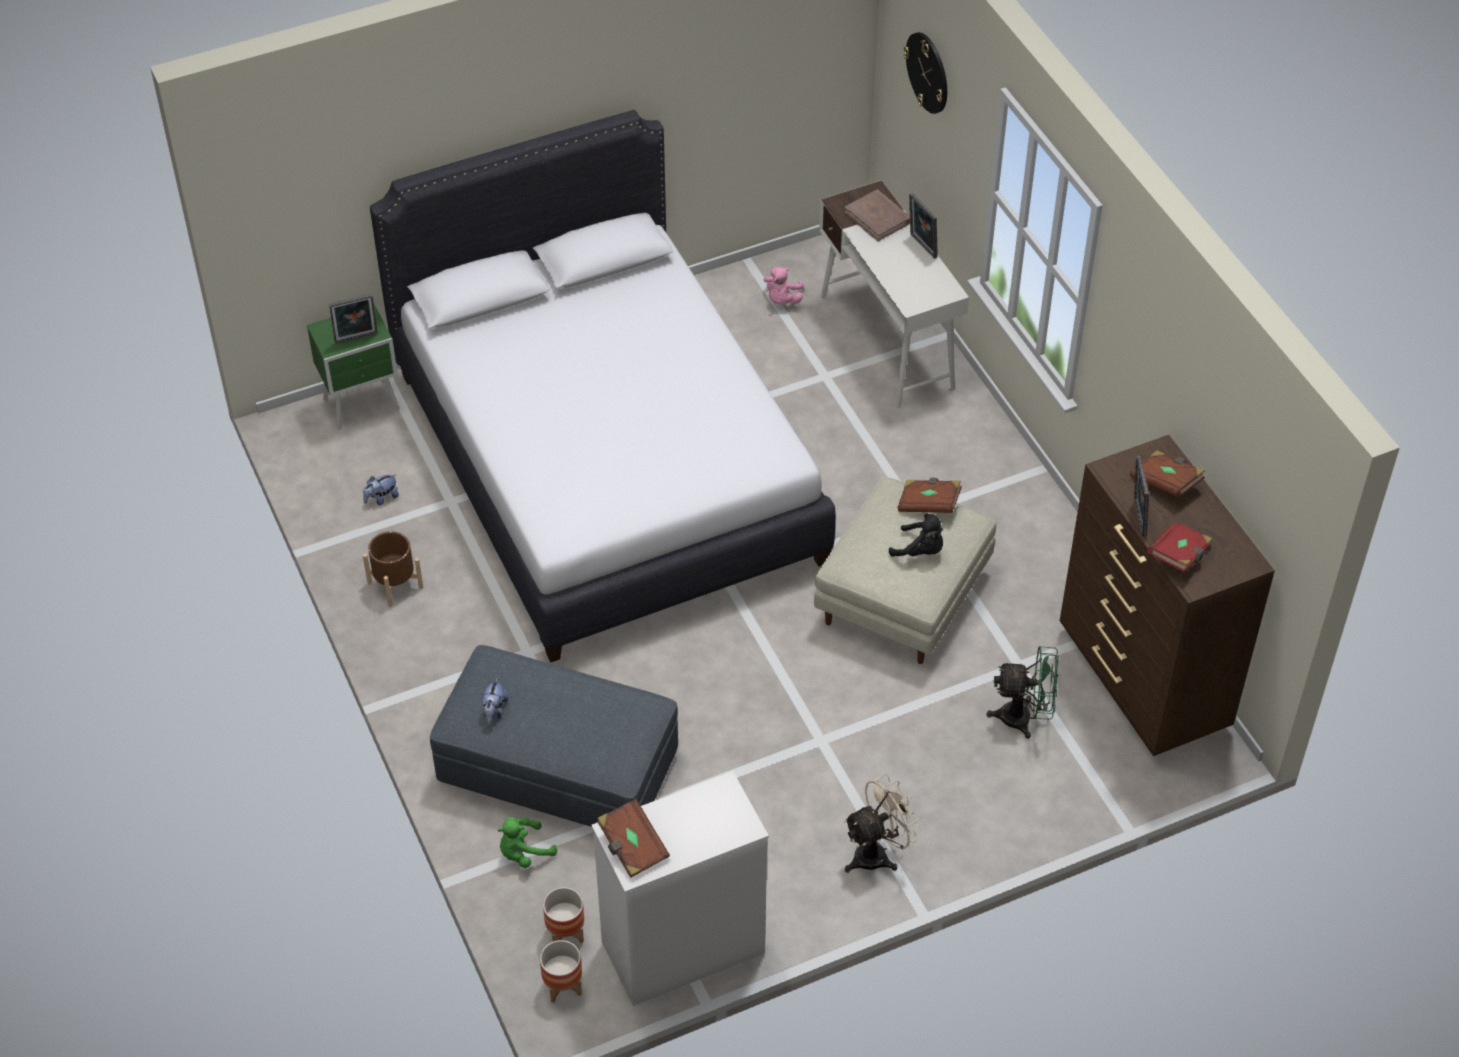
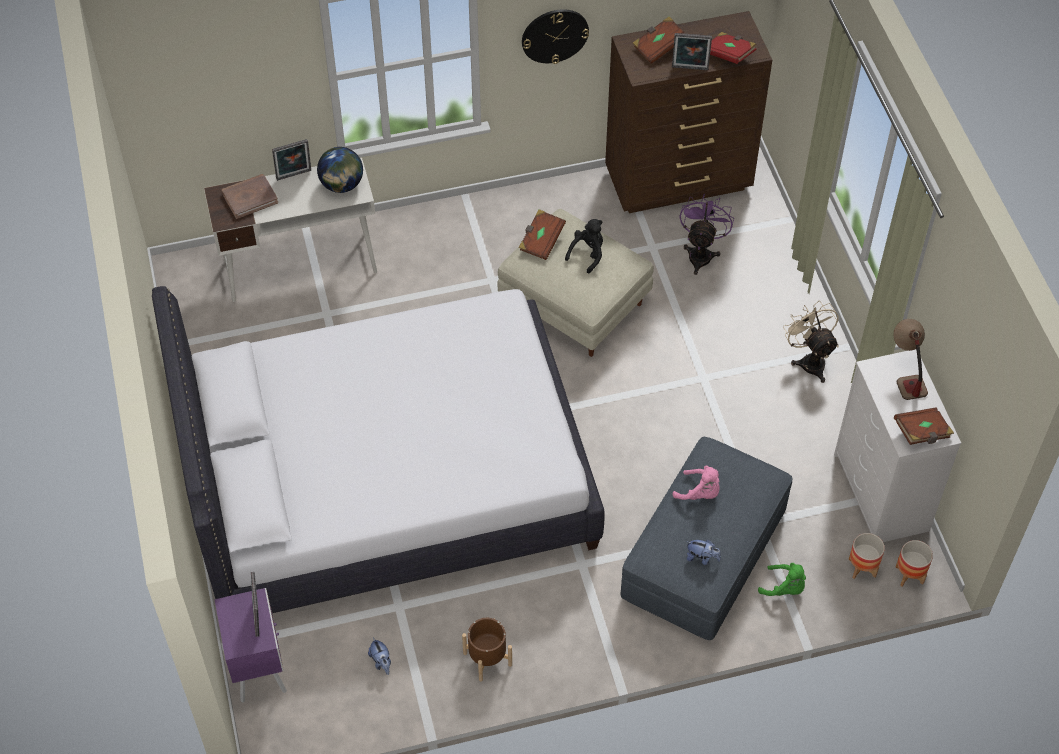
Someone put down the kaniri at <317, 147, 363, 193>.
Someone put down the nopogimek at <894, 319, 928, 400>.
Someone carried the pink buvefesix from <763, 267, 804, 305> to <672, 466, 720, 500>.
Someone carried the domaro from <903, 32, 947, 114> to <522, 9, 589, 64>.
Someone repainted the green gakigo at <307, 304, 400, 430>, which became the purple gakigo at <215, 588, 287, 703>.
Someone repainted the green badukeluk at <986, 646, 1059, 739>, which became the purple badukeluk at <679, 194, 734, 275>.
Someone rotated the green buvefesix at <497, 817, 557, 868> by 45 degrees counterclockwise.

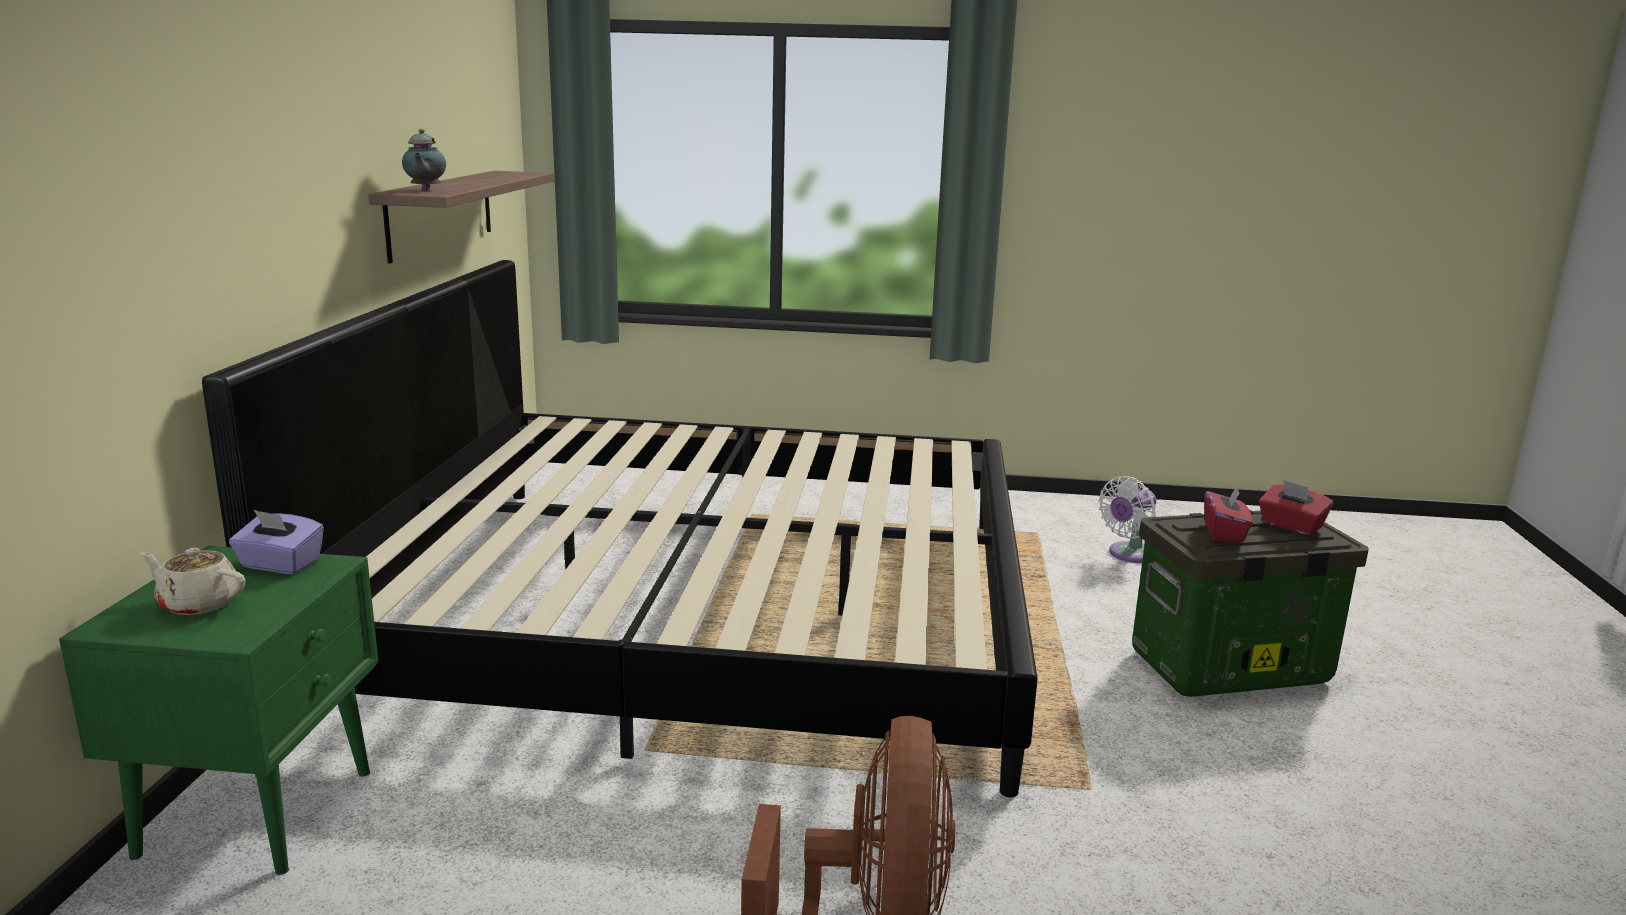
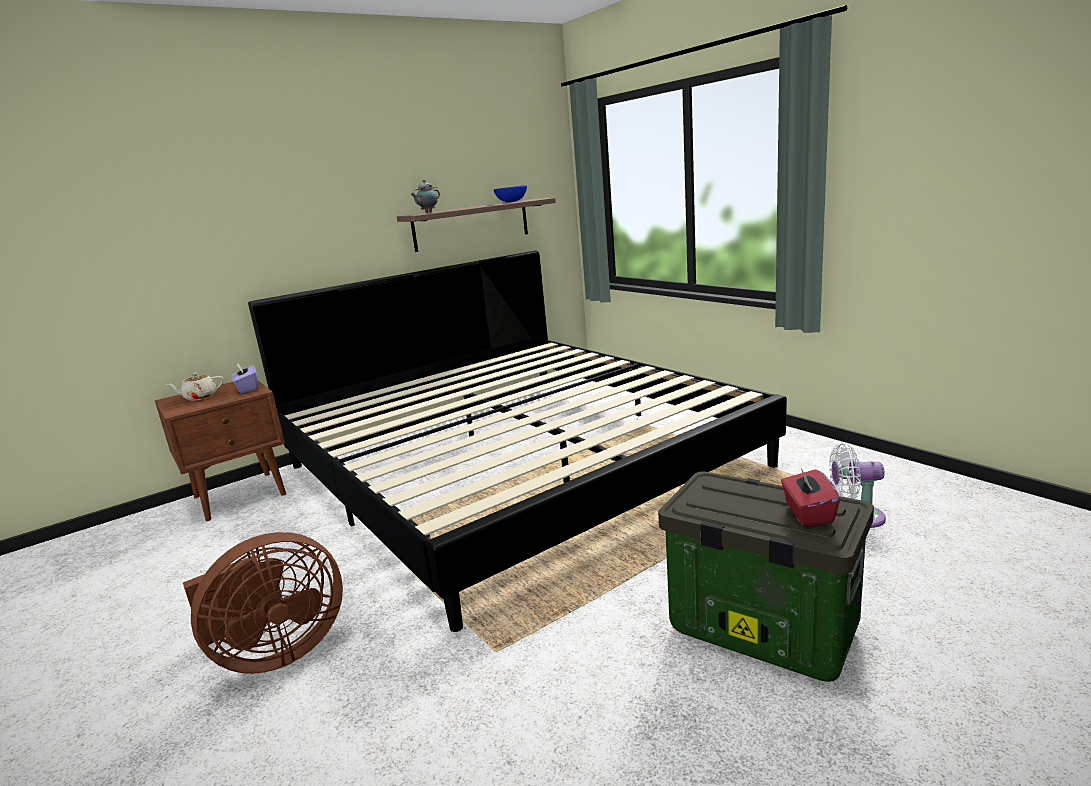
Someone took away the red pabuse at <1204, 486, 1253, 543>.
Someone put down the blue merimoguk at <494, 185, 527, 202>.
Someone repainted the green gakigo at <59, 546, 379, 875>, which became the brown gakigo at <155, 381, 286, 521>.
Someone rotated the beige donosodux at <140, 548, 245, 615> by 90 degrees counterclockwise.

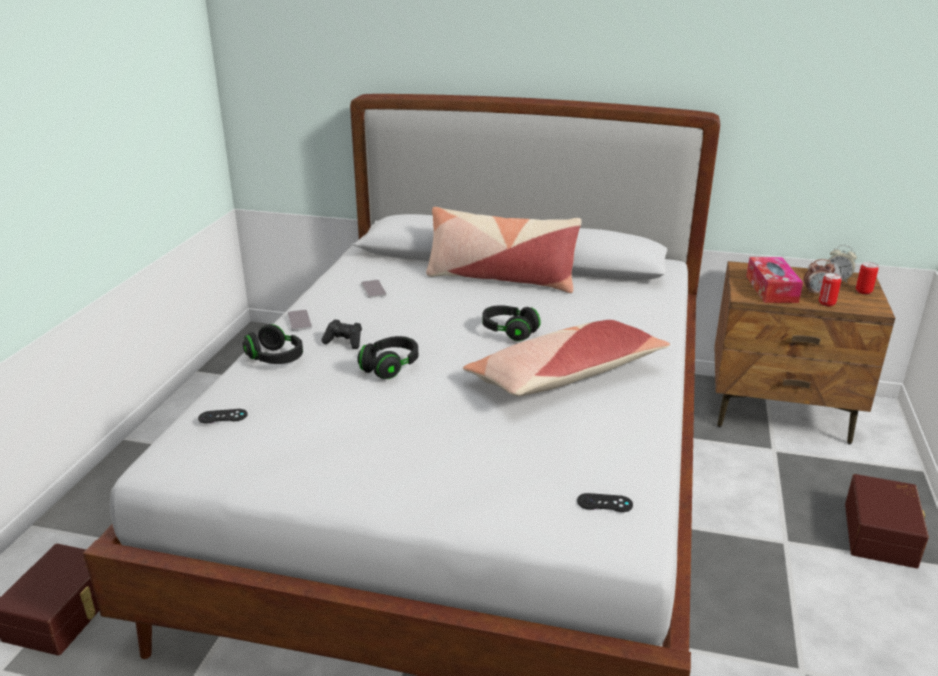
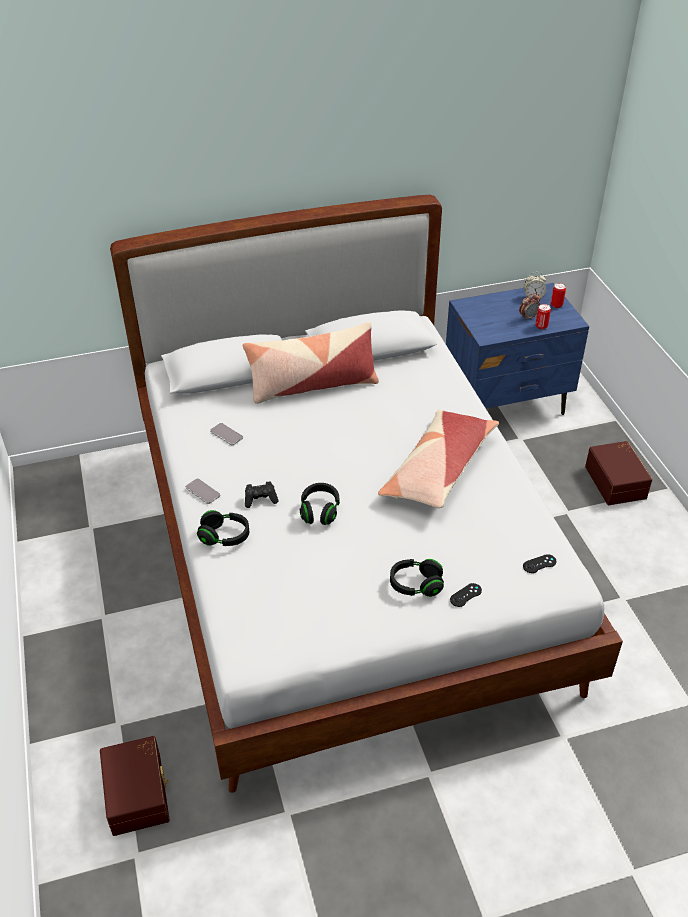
Someone took away the pabuse at <746, 257, 803, 303>.
Someone carried the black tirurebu from <198, 409, 248, 424> to <450, 583, 482, 607>.
Someone carried the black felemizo from <482, 305, 541, 341> to <390, 559, 444, 597>.
Someone repainted the brown gakigo at <714, 261, 895, 445>, which became the blue gakigo at <446, 283, 589, 415>.

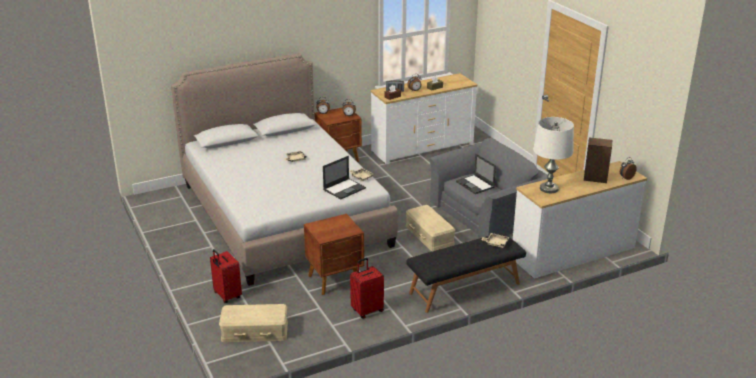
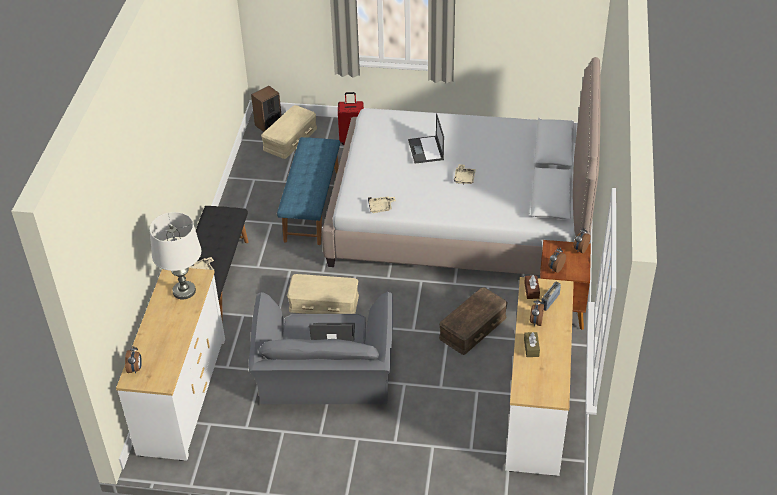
Someone took away the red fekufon at <350, 258, 384, 319>.
Someone put down the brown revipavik at <439, 287, 508, 355>.
Someone carried the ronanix from <323, 156, 366, 199> to <408, 113, 444, 163>.
Someone carried the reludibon from <584, 137, 612, 183> to <251, 86, 282, 132>.
Someone swapped the brown gakigo at <304, 214, 364, 295> for the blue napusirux at <277, 137, 340, 245>.

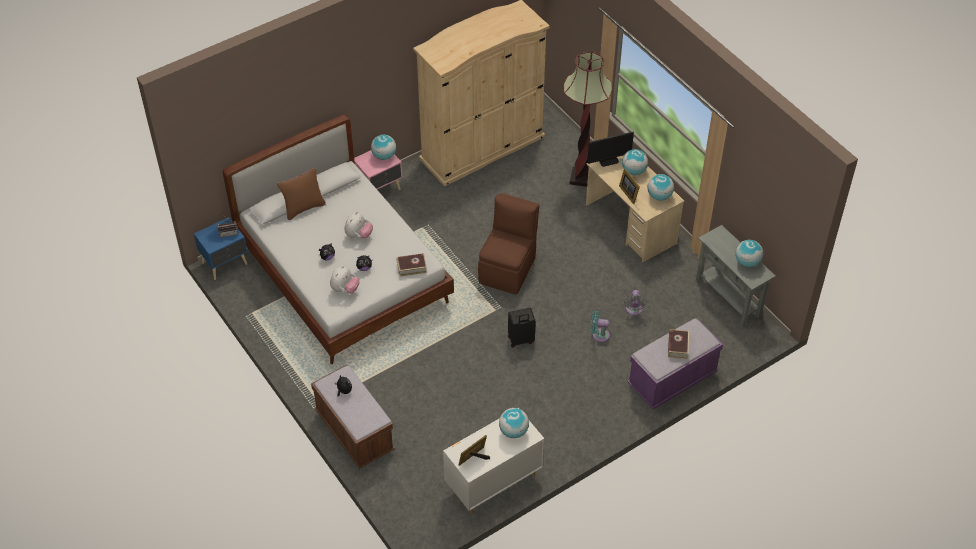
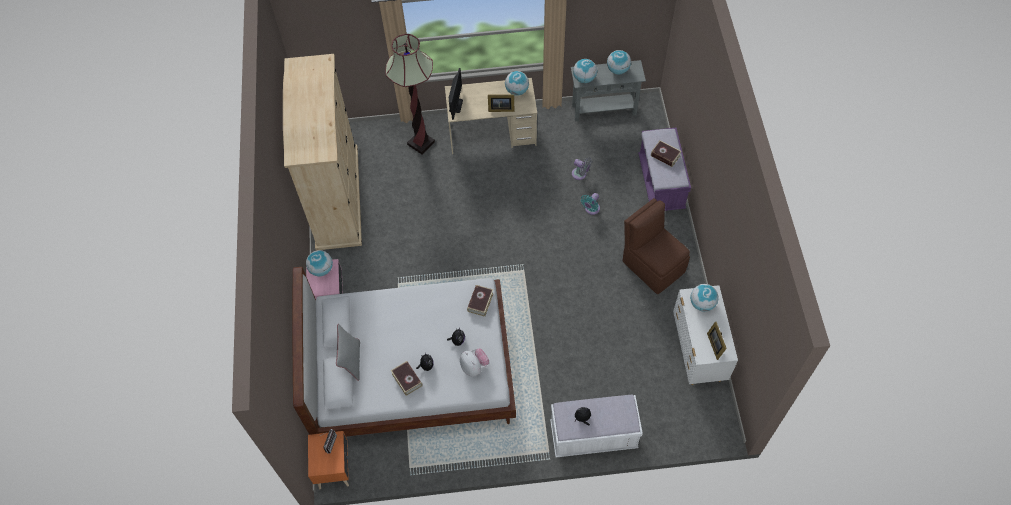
Someone took away the buvefesix at <345, 212, 373, 238>.
Someone took away the black fekufon at <508, 308, 536, 348>.
Someone put down the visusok at <391, 361, 422, 396>.
Someone carried the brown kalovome from <478, 193, 539, 295> to <623, 198, 690, 294>.
Someone carried the kaniri from <622, 149, 648, 175> to <573, 59, 597, 83>.
Someone repainted the blue gakigo at <194, 217, 247, 280>, which became the orange gakigo at <308, 431, 349, 489>.
Someone repainted the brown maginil at <277, 168, 326, 220>, which became the grey maginil at <336, 324, 360, 381>.
Someone repainted the brown napusirux at <311, 365, 395, 469>, which became the white napusirux at <550, 395, 643, 457>.

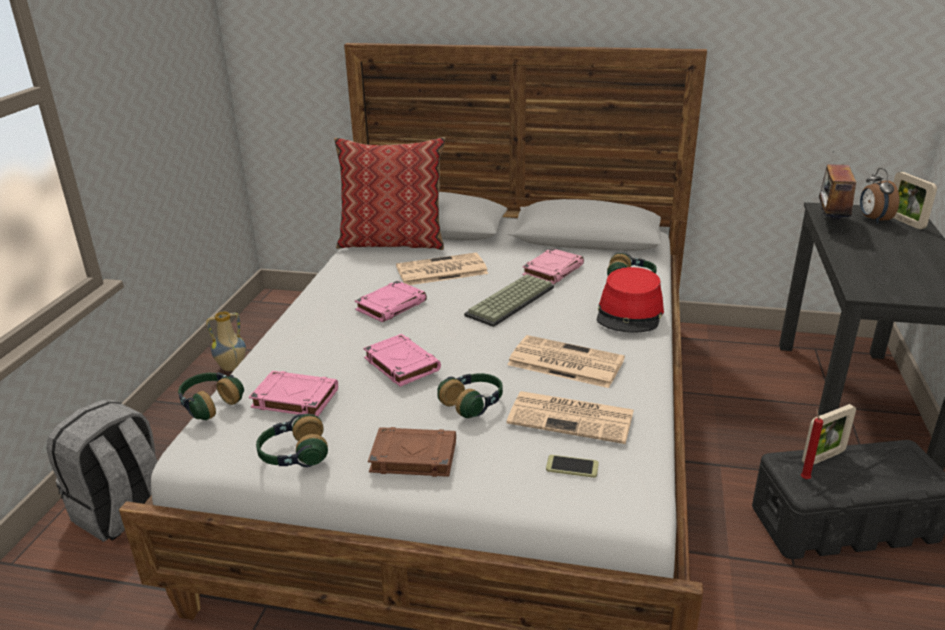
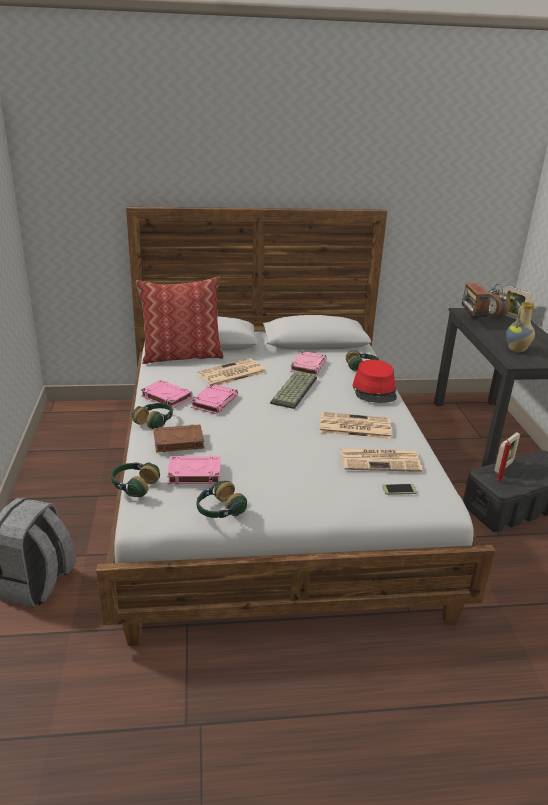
Someone carried the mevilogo from <206, 312, 246, 371> to <506, 302, 535, 352>.
Someone carried the pink visusok from <364, 334, 441, 387> to <140, 380, 193, 409>.
Someone carried the brown visusok from <368, 427, 456, 477> to <154, 425, 204, 452>.
Someone carried the felemizo from <437, 373, 503, 418> to <132, 403, 173, 429>.

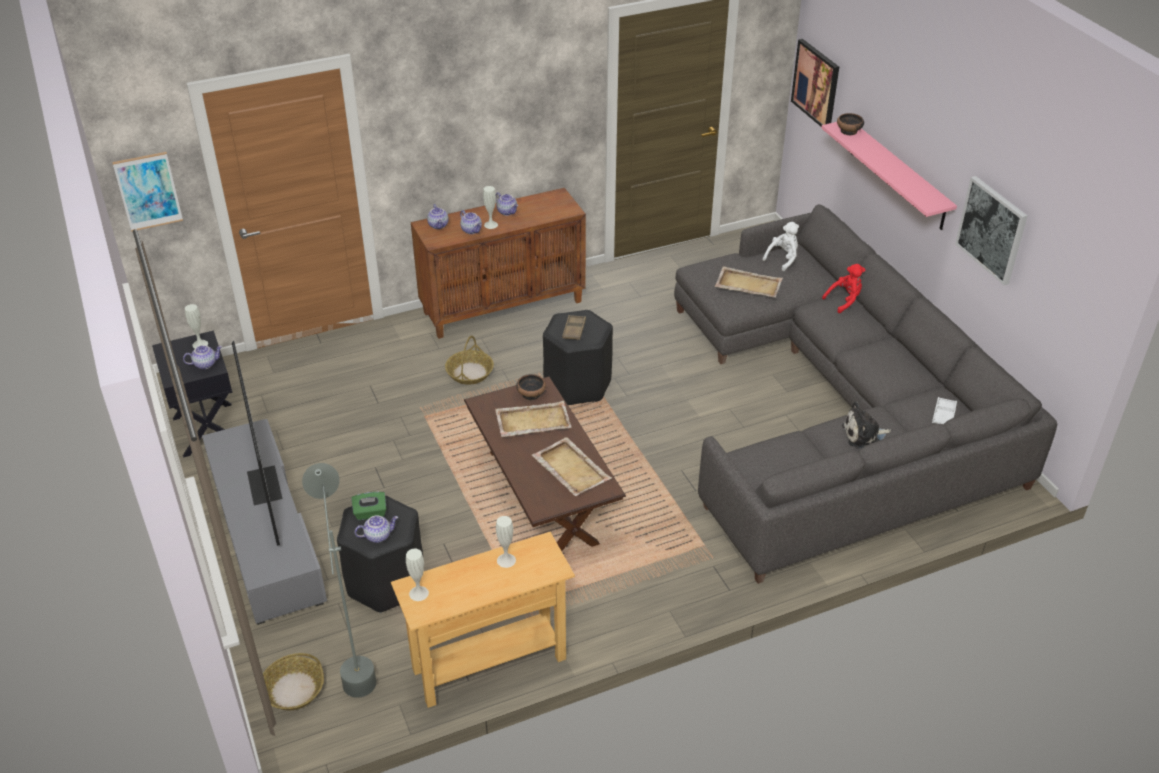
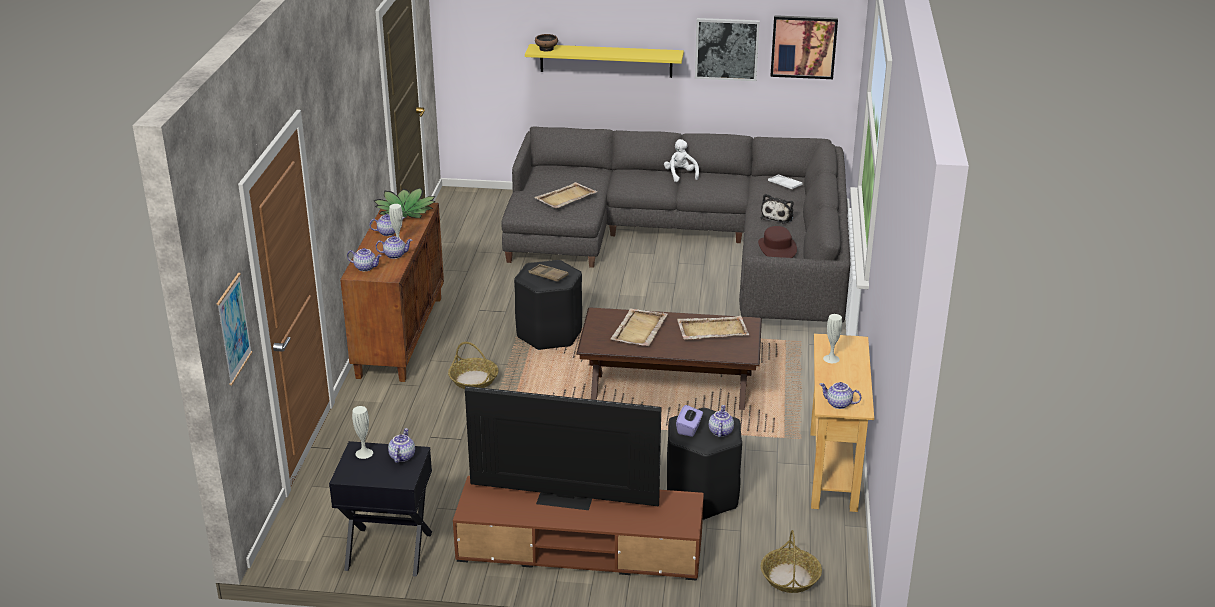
Someone took away the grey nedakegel at <302, 463, 376, 698>.
Someone took away the merimoguk at <516, 374, 546, 400>.
Someone took away the red buvefesix at <822, 264, 865, 313>.
Someone put down the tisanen at <373, 188, 436, 218>.
Someone put down the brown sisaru at <758, 226, 797, 258>.
Someone carried the white buvefesix from <762, 222, 799, 271> to <664, 139, 699, 182>.
Someone carried the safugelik from <791, 39, 839, 127> to <770, 15, 838, 79>.
Someone swapped the white mevilogo at <406, 549, 429, 601> for the donosodux at <820, 382, 861, 409>.
Someone repainted the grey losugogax at <202, 419, 327, 625>, which became the brown losugogax at <453, 476, 704, 581>.
Someone repainted the green pabuse at <351, 492, 386, 520>, which became the purple pabuse at <676, 405, 703, 437>.
Someone repainted the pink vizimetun at <821, 122, 957, 230>, which became the yellow vizimetun at <525, 44, 684, 78>.

